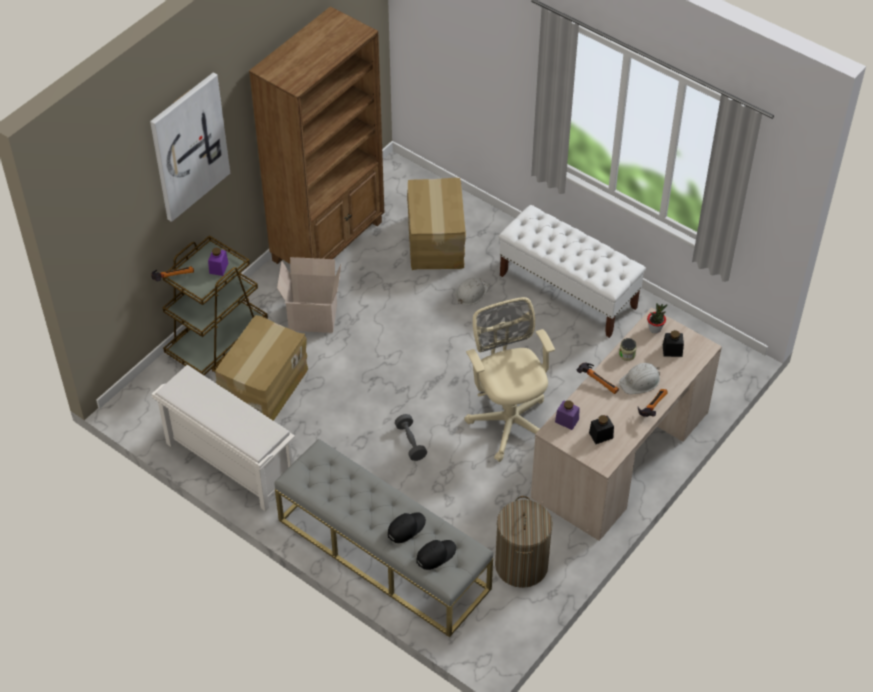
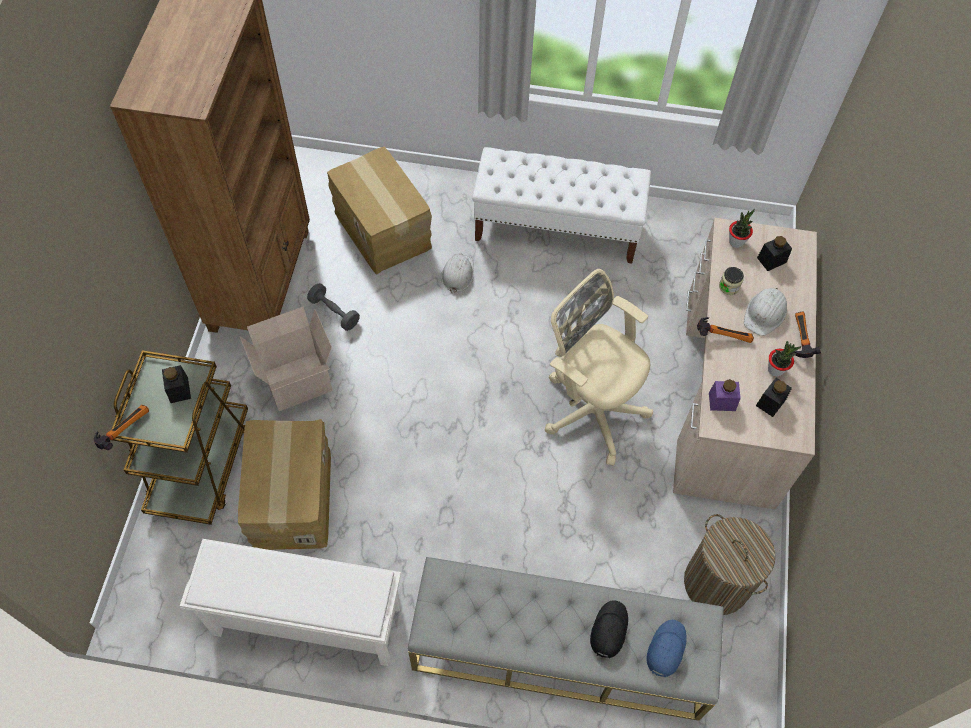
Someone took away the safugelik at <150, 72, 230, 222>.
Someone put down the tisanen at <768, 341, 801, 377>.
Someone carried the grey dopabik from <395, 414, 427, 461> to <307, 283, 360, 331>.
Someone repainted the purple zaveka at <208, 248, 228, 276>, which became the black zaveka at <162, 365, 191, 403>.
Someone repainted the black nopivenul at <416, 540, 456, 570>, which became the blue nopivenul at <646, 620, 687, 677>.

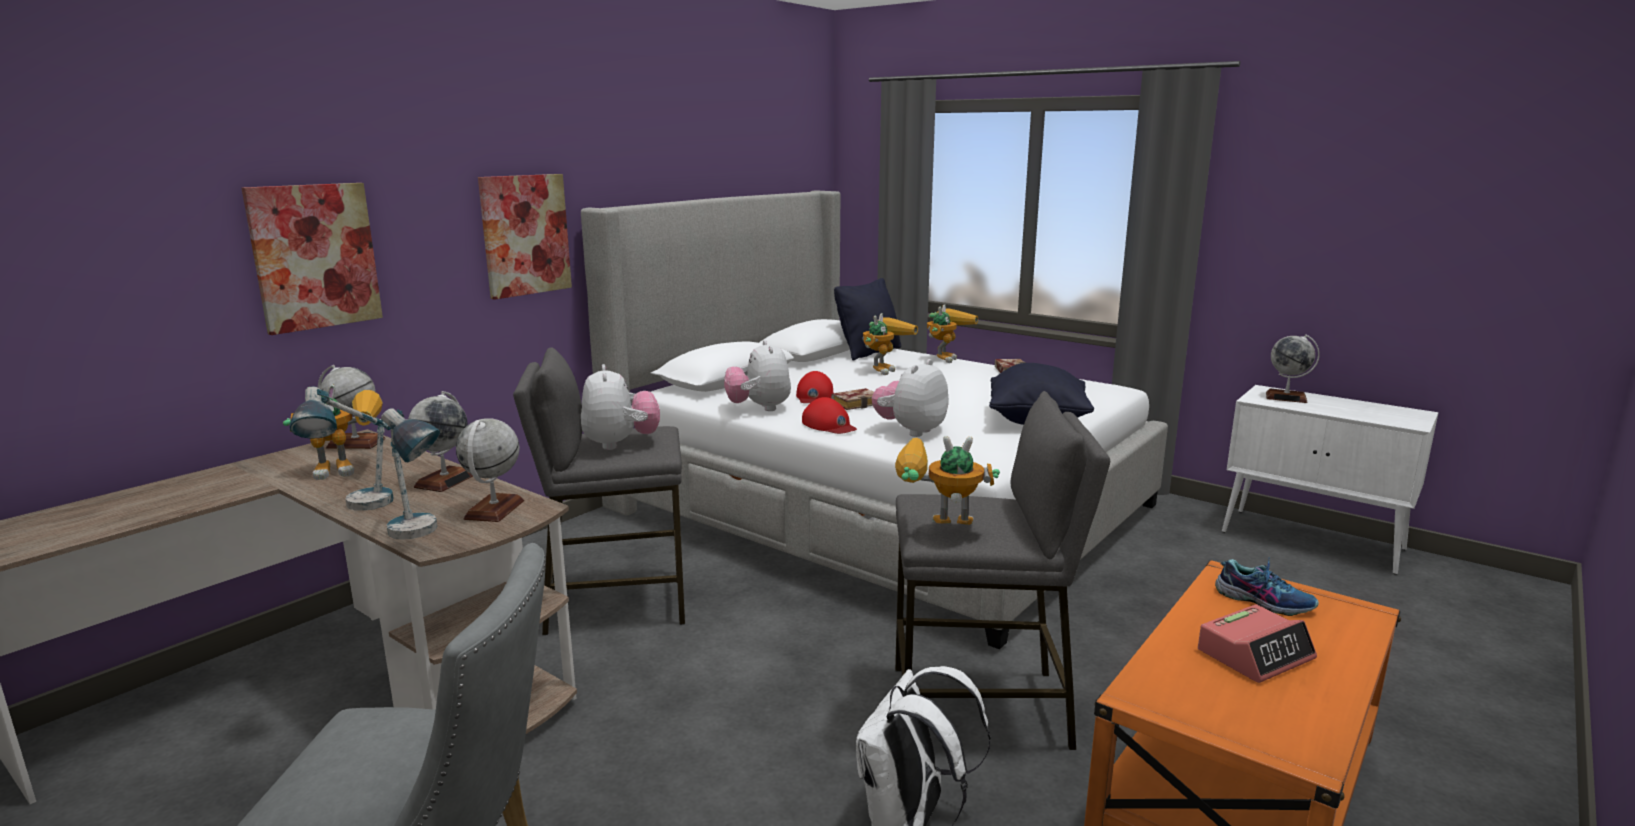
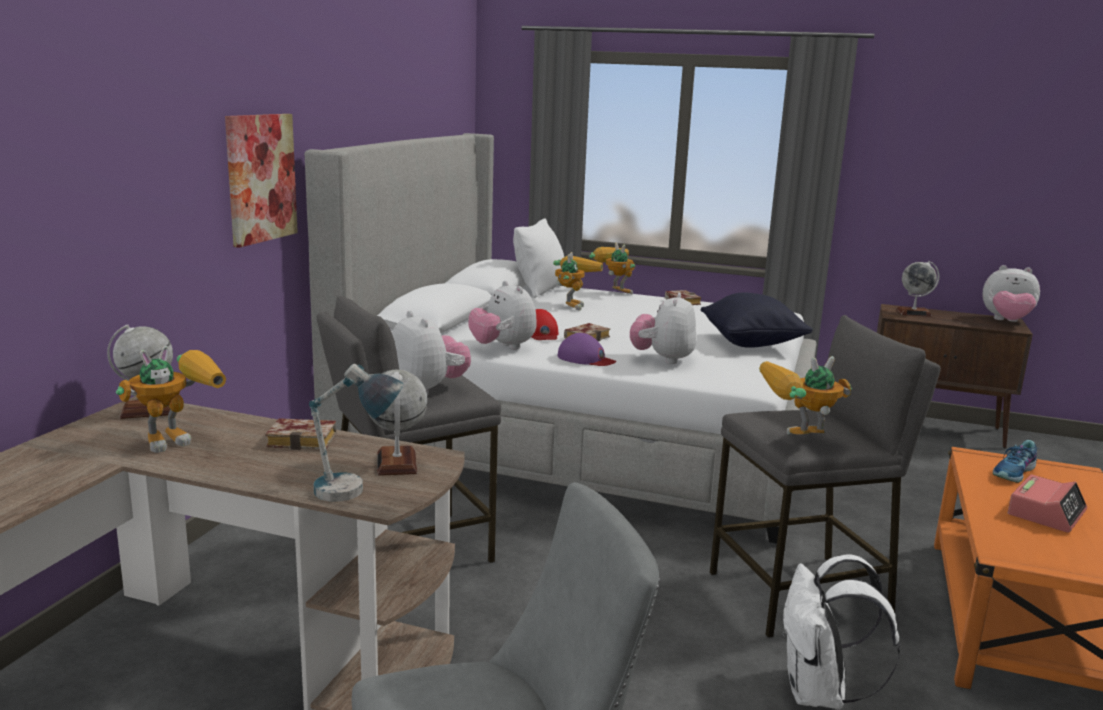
Someone took away the safugelik at <241, 183, 383, 335>.
Someone took away the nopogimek at <290, 387, 393, 511>.
Someone put down the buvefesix at <982, 265, 1040, 322>.
Someone swapped the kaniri at <408, 391, 473, 492> for the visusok at <266, 418, 336, 450>.
Someone repainted the red nopivenul at <802, 397, 857, 434>, which became the purple nopivenul at <557, 333, 616, 366>.
Someone repainted the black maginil at <834, 278, 901, 360>, which became the white maginil at <513, 218, 564, 298>.
Someone repainted the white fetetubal at <1222, 385, 1439, 575>, which became the brown fetetubal at <877, 304, 1033, 448>.
Someone rotated the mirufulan at <927, 304, 978, 363> by 45 degrees counterclockwise.
Someone rotated the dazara at <1215, 558, 1319, 616> by 120 degrees clockwise.

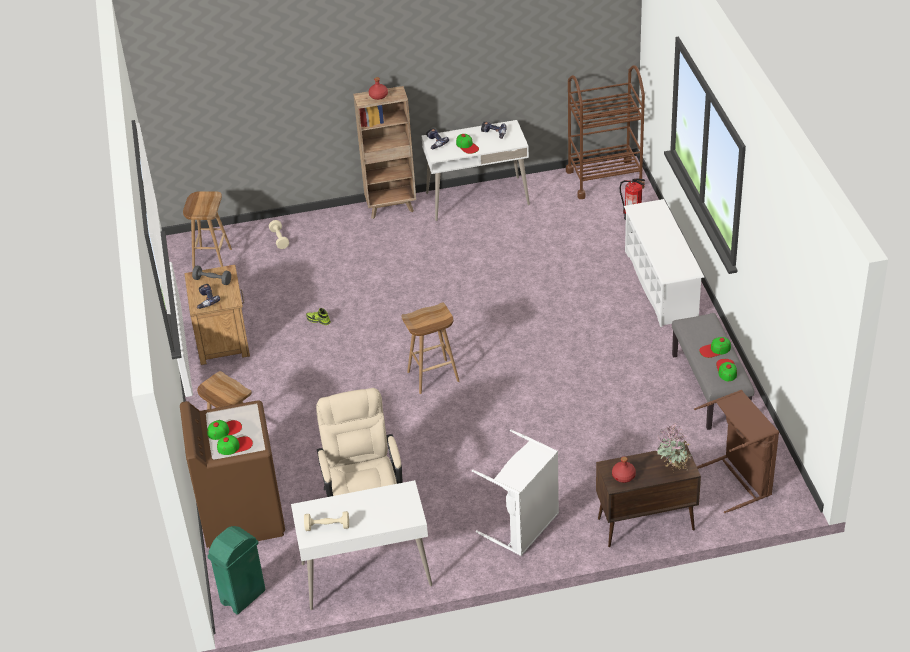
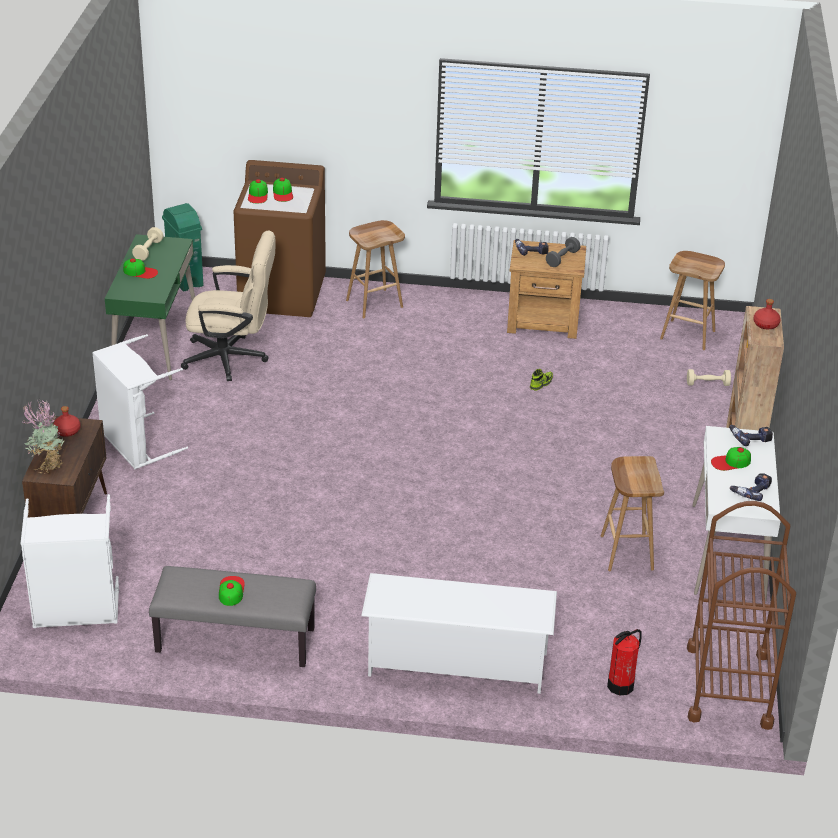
Someone carried the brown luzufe from <401, 302, 459, 394> to <601, 456, 664, 571>.
Someone carried the nopivenul from <716, 359, 737, 381> to <123, 258, 158, 279>.
Someone repainted the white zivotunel at <291, 480, 432, 610>, which became the green zivotunel at <105, 234, 195, 380>.
Someone repainted the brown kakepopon at <694, 390, 779, 513>, which became the white kakepopon at <20, 494, 119, 628>.

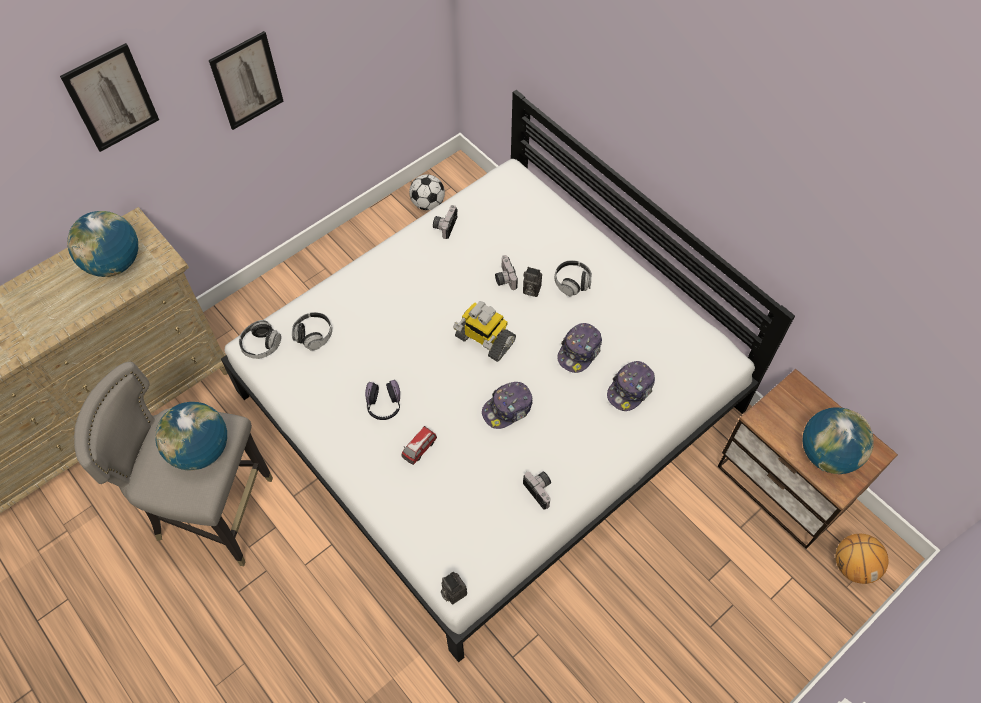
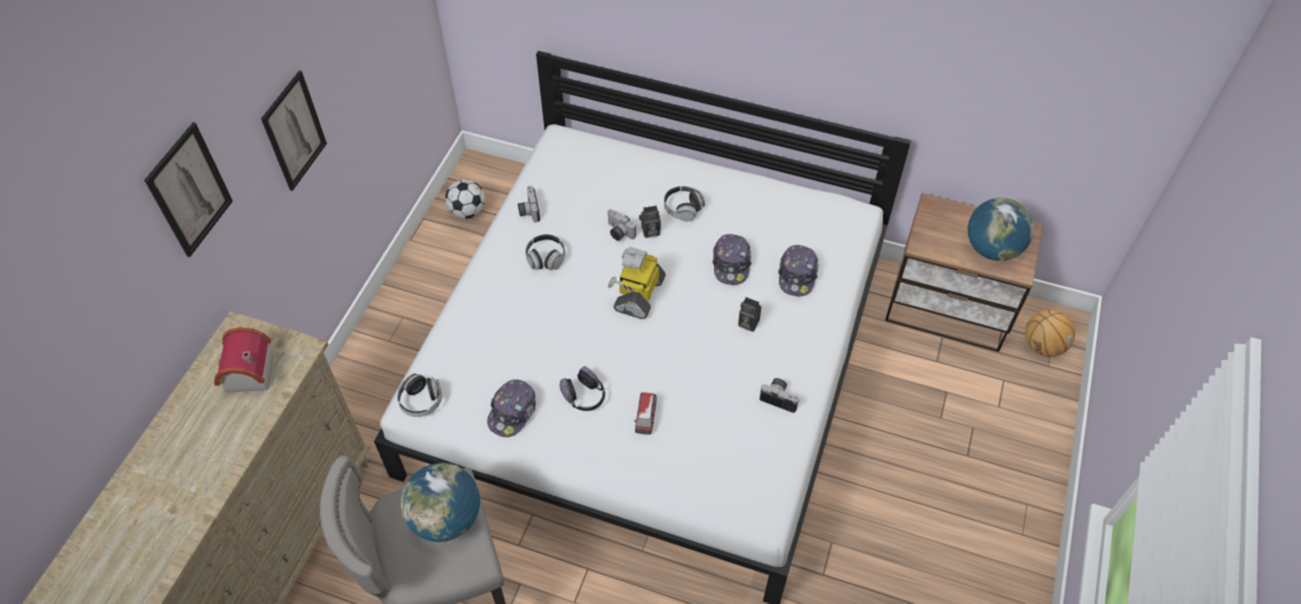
Someone carried the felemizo from <292, 312, 332, 351> to <525, 234, 565, 270>.
Someone carried the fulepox from <441, 572, 467, 604> to <738, 297, 761, 332>.
Someone carried the nopivenul from <482, 382, 532, 429> to <487, 379, 536, 437>.
Someone swapped the kaniri at <67, 211, 138, 277> for the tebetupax at <214, 327, 273, 393>.
Someone rotated the mirufulan at <453, 301, 516, 362> by 105 degrees clockwise.

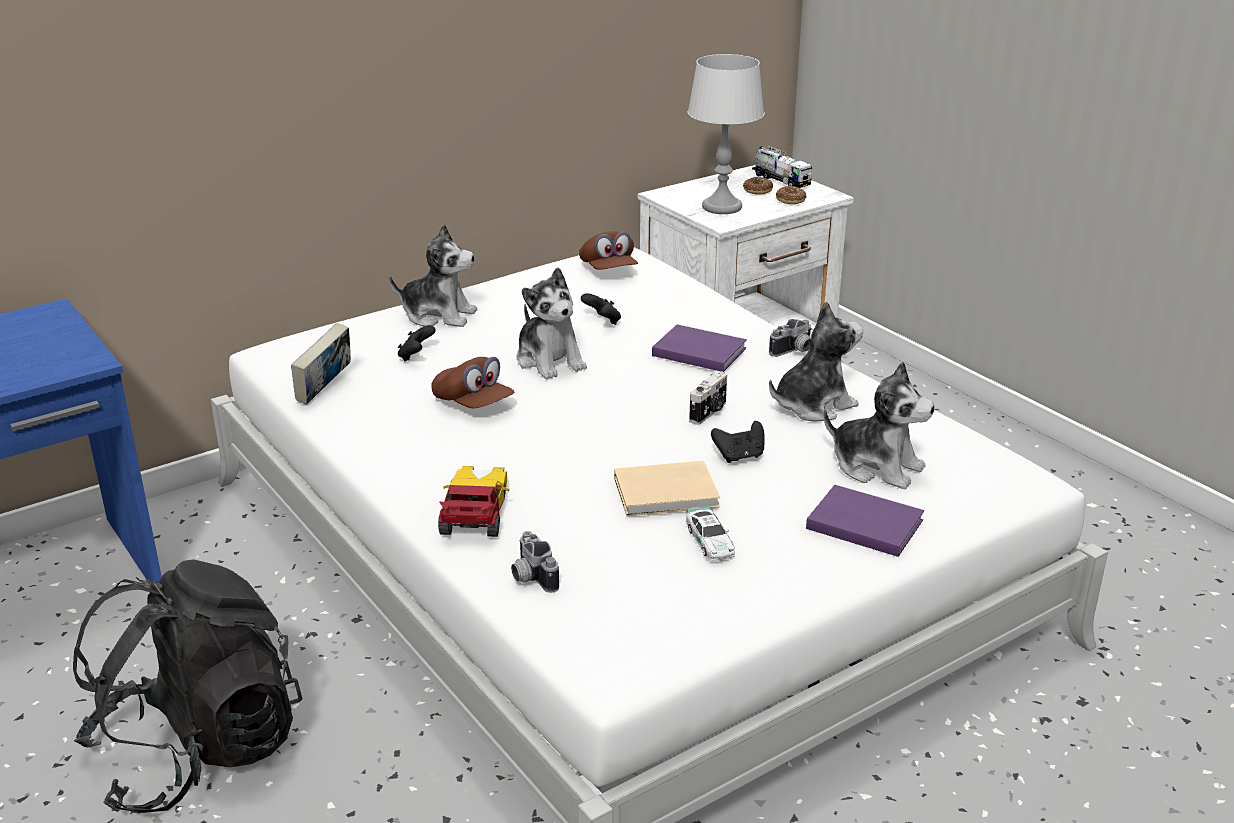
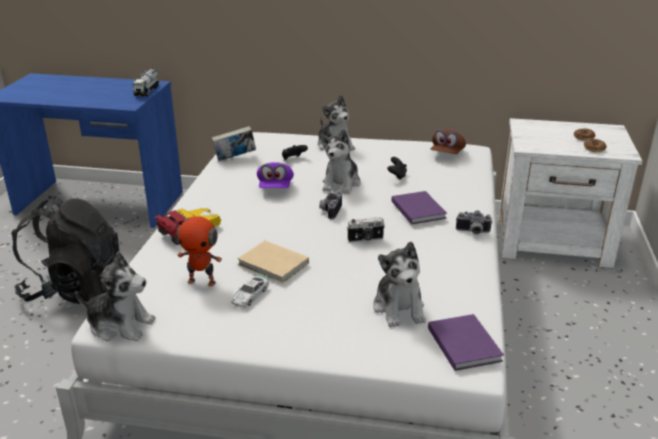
Someone took away the grey nopogimek at <687, 54, 765, 214>.
Someone took away the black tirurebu at <711, 421, 765, 463>.
Someone put down the mirufulan at <176, 209, 222, 286>.
Someone carried the fulepox from <511, 531, 559, 593> to <319, 190, 342, 219>.
Someone carried the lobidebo from <752, 146, 812, 188> to <132, 68, 159, 96>.
Someone carried the buvefesix from <769, 301, 863, 422> to <75, 252, 156, 342>.
Someone carried the purple visusok from <806, 485, 924, 557> to <428, 314, 504, 371>.
Someone repainted the brown nopivenul at <431, 357, 514, 408>, which became the purple nopivenul at <257, 162, 294, 188>.

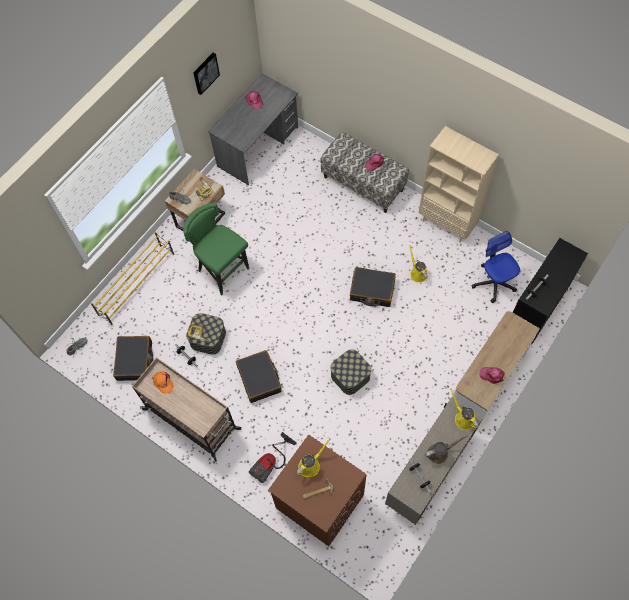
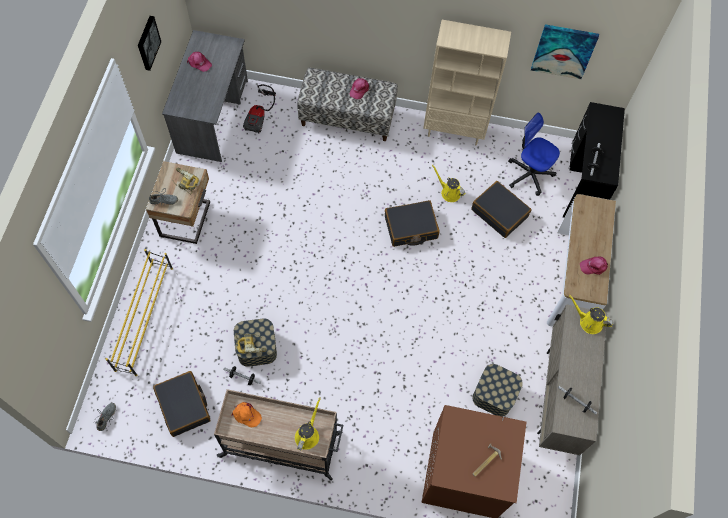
Someone took away the green luzufe at <183, 203, 249, 295>.
Someone took away the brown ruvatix at <425, 435, 468, 464>.
Someone put up the safugelik at <531, 24, 599, 79>.
Someone carried the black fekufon from <236, 350, 282, 403> to <471, 181, 532, 238>.
Someone carried the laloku from <249, 432, 297, 483> to <243, 84, 276, 134>.
Someone carried the yellow ruvatix from <296, 438, 331, 477> to <295, 397, 321, 451>.
Someone carried the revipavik from <330, 350, 371, 395> to <472, 364, 523, 417>.

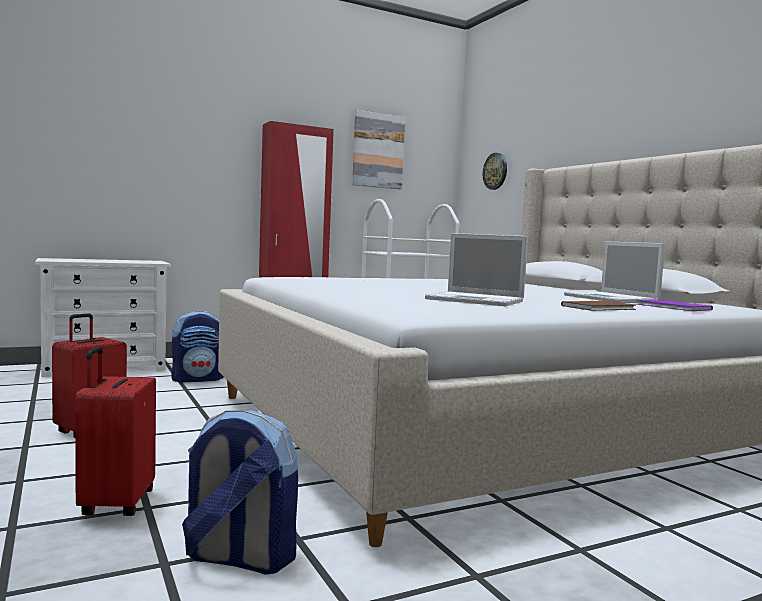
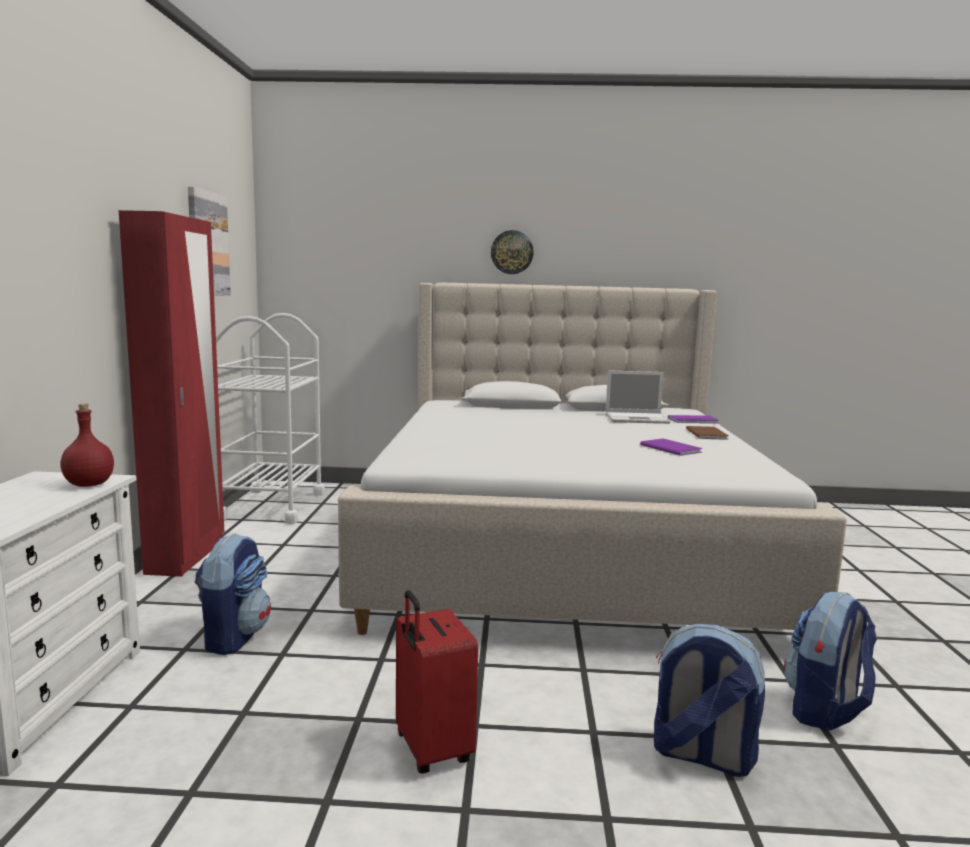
Someone put down the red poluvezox at <60, 403, 114, 487>.
Someone carried the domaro from <483, 153, 507, 190> to <491, 230, 534, 274>.
Someone swapped the red fekufon at <75, 346, 156, 516> for the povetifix at <654, 624, 765, 777>.
Someone swapped the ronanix at <425, 233, 528, 306> for the purple visusok at <640, 438, 703, 456>.

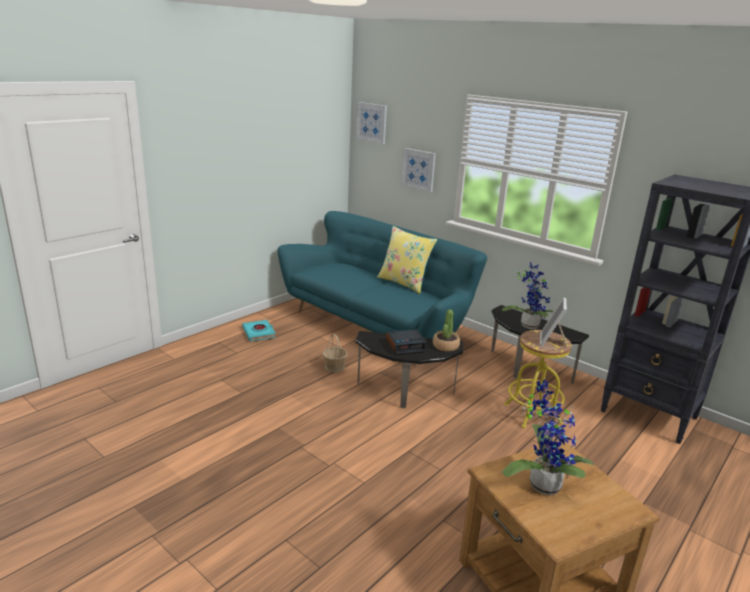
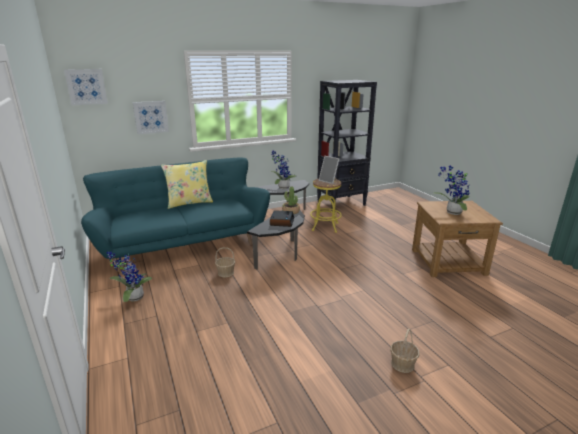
Someone put down the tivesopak at <390, 328, 420, 373>.
Someone swapped the turquoise visusok at <242, 320, 276, 342> for the tisanen at <107, 252, 152, 302>.

